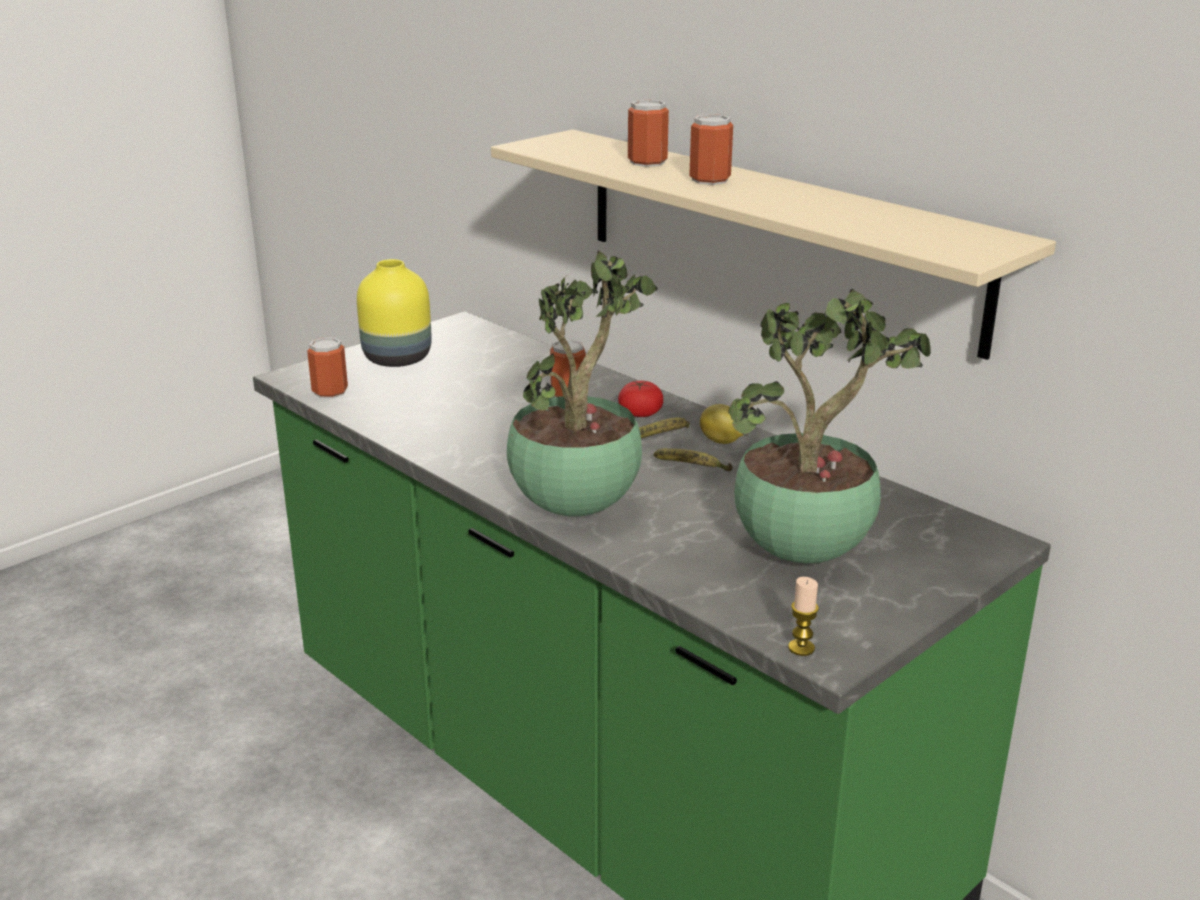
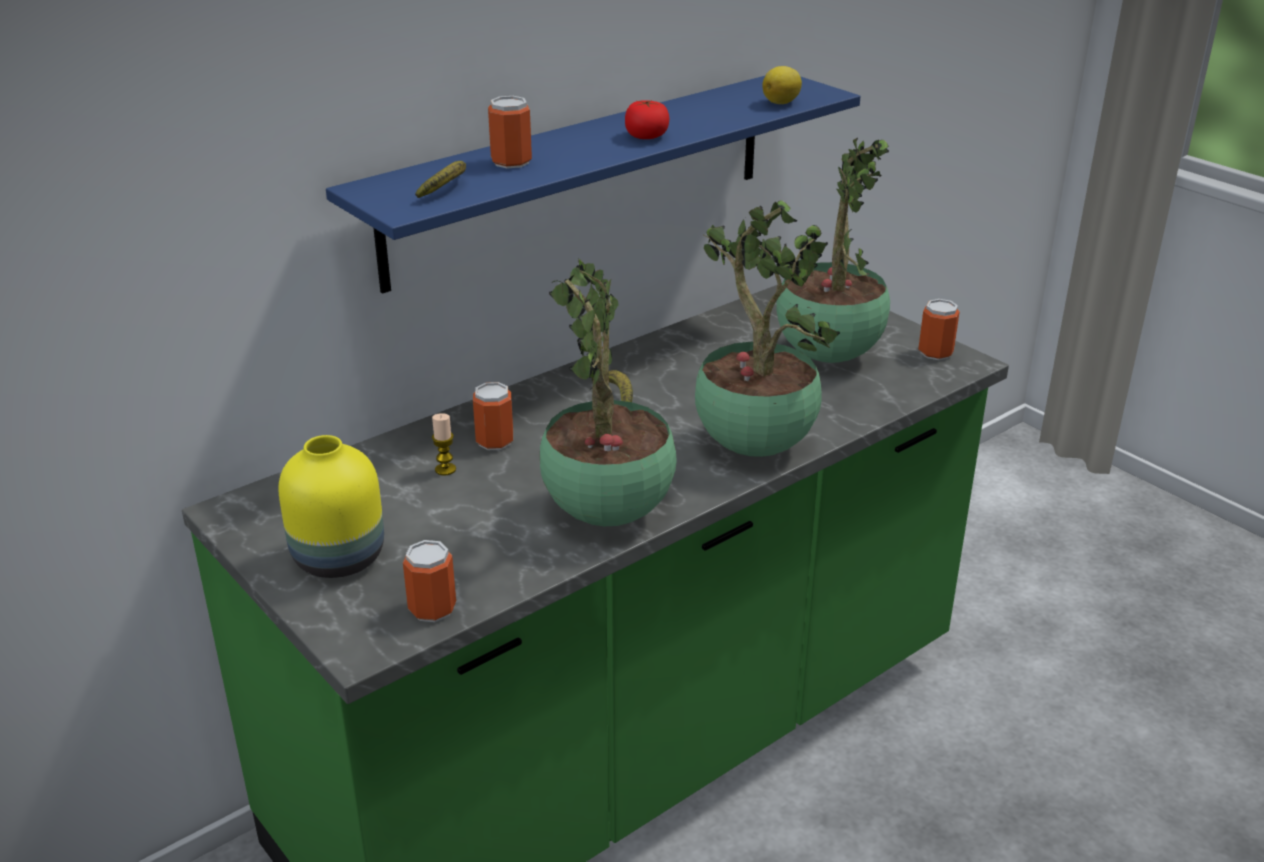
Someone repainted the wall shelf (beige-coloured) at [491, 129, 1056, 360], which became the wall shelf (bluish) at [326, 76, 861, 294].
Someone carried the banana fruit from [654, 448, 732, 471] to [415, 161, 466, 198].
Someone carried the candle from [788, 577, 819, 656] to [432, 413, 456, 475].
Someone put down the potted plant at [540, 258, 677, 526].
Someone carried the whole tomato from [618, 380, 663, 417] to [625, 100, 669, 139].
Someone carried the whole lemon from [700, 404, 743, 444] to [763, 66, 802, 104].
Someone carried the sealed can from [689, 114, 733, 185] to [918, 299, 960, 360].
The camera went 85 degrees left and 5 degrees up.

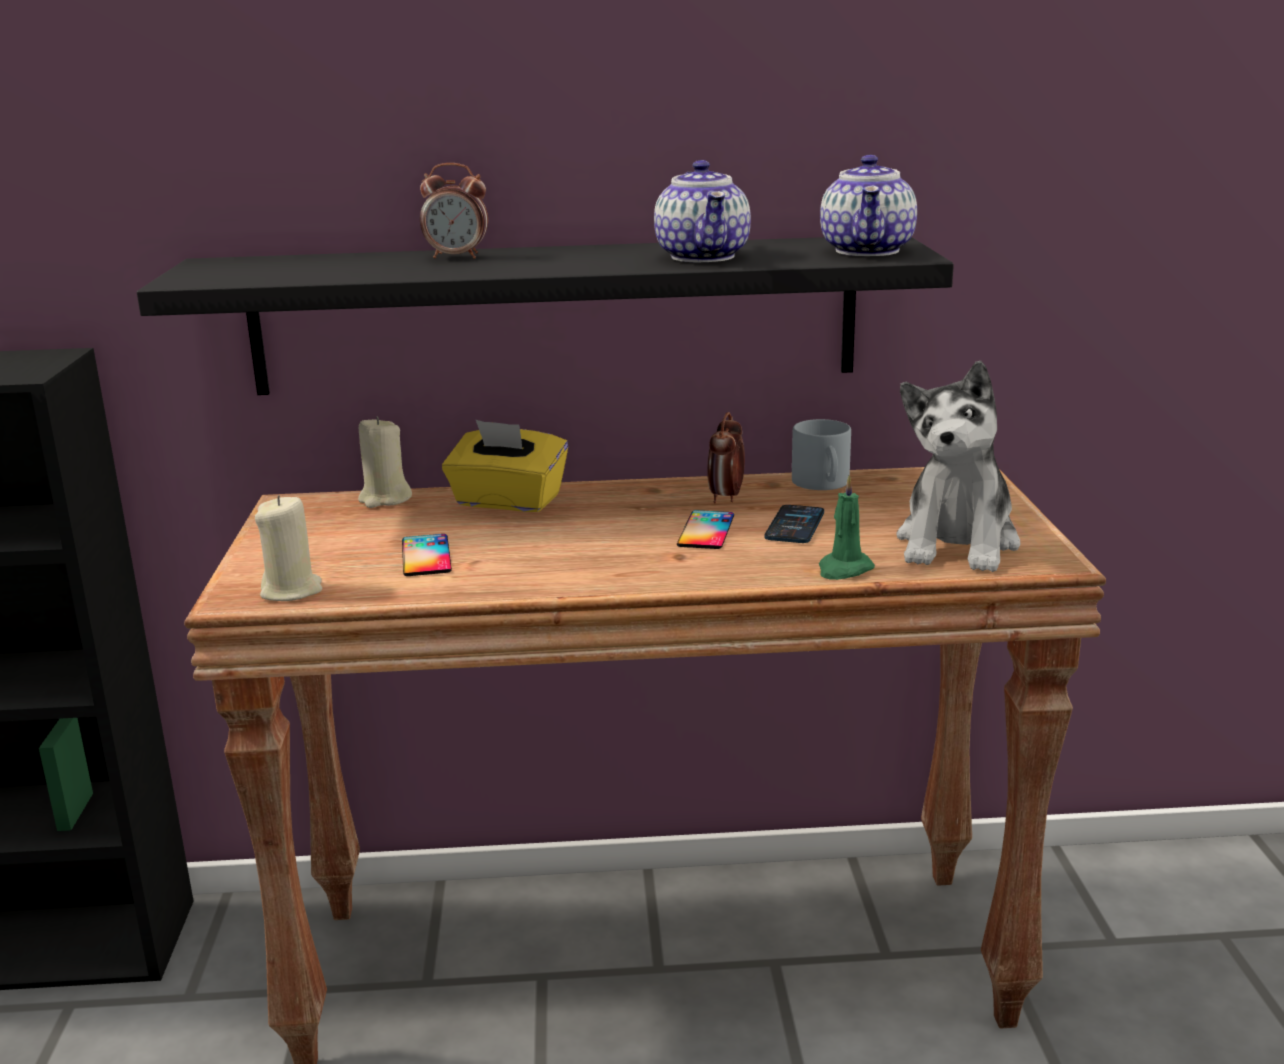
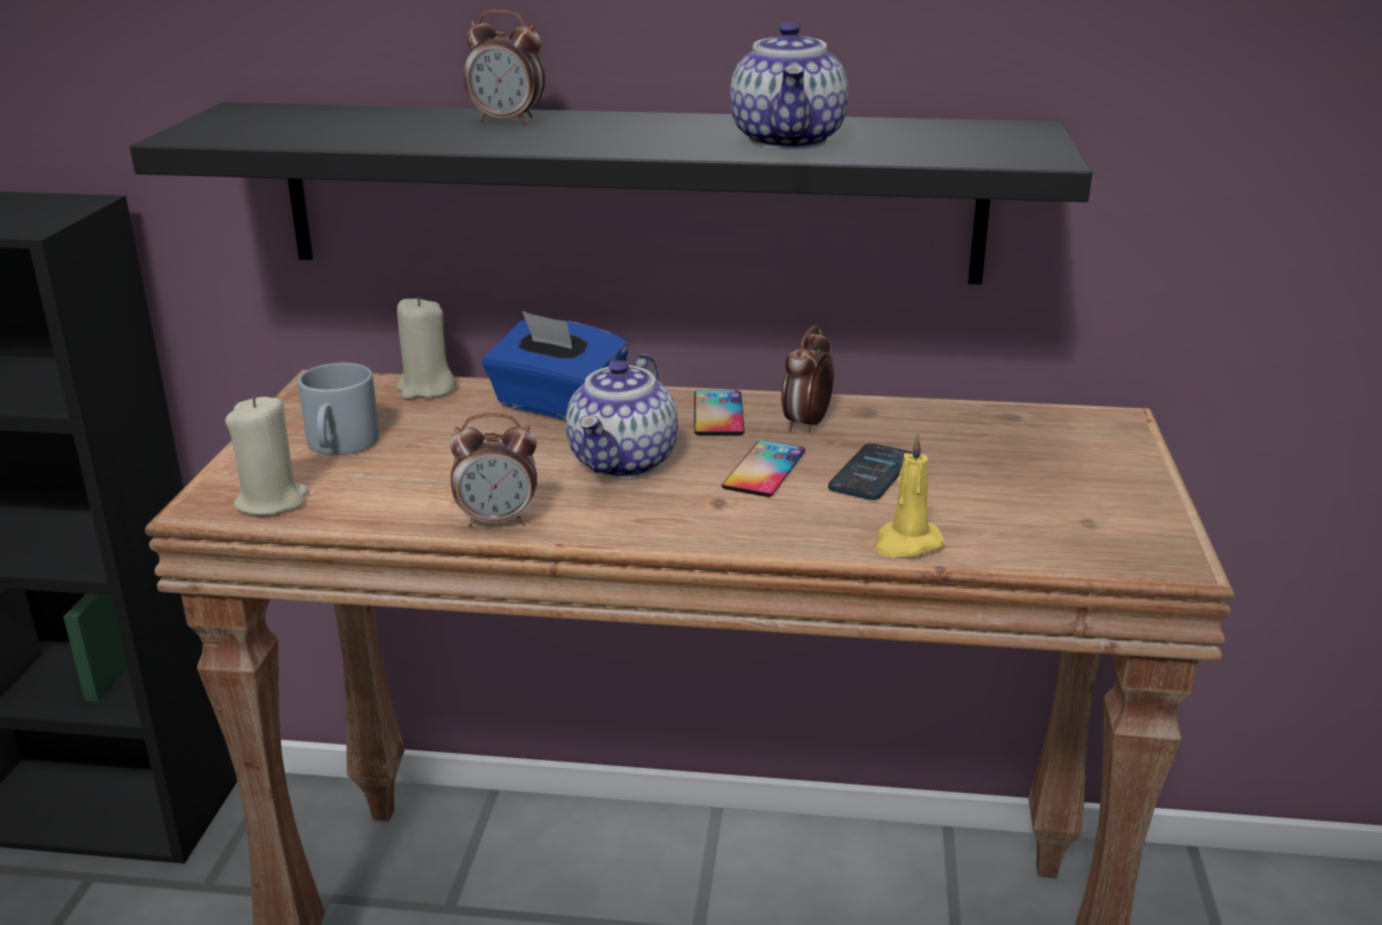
Someone carried the mug (gray) from [792, 419, 851, 490] to [298, 363, 380, 455].
Someone put down the bedside clock at [450, 413, 537, 528].
Someone repainted the box of tissues (yellow-coloured) at [442, 420, 568, 512], which became the box of tissues (bluish) at [482, 311, 629, 420].
Someone carried the teapot from [820, 155, 917, 256] to [566, 354, 678, 478].
Someone carried the telephone from [402, 534, 452, 576] to [694, 390, 745, 435].
Someone repainted the candle (green) at [819, 475, 875, 580], which became the candle (yellow-coloured) at [874, 433, 944, 558].
Someone took away the cuddly toy at [897, 361, 1020, 572].
The camera went 10 degrees right and 5 degrees up.

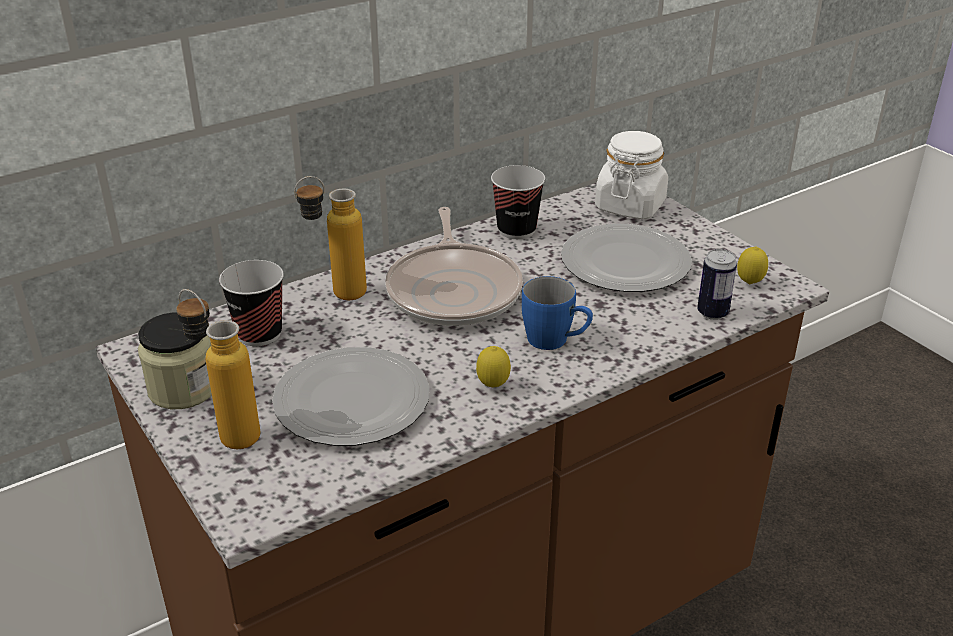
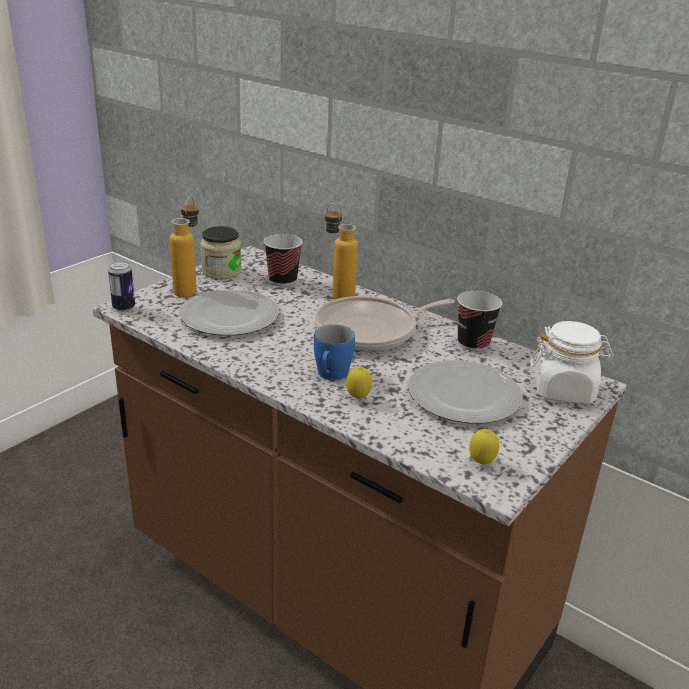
Someone carried the sealed can from [697, 249, 737, 320] to [108, 261, 135, 312].
Someone carried the whole lemon from [476, 346, 511, 388] to [346, 366, 372, 399].
The camera went 70 degrees right and 5 degrees down.

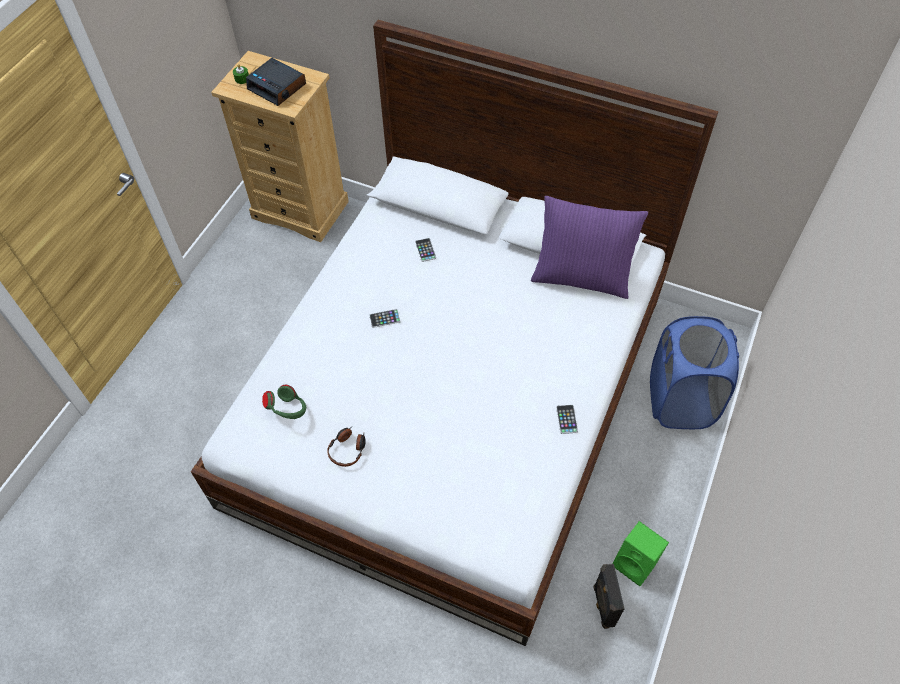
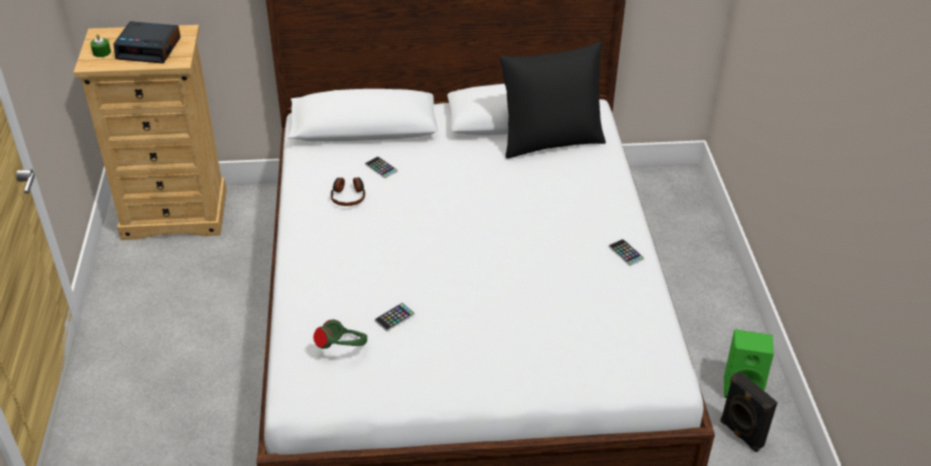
Someone carried the headset from [327, 427, 366, 467] to [331, 177, 365, 206].
Someone carried the telephone from [369, 309, 401, 328] to [375, 303, 415, 331].
Someone repainted the pillow (purple-coloured) at [531, 196, 648, 299], which became the pillow (black-coloured) at [499, 41, 606, 159].
Someone took away the laundry basket (bluish) at [650, 316, 739, 429].
The camera went 30 degrees left and 15 degrees down.

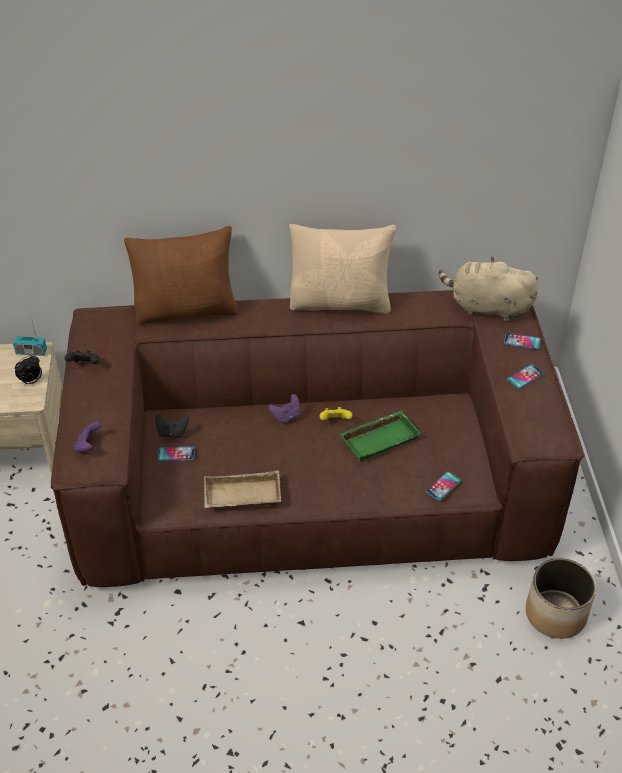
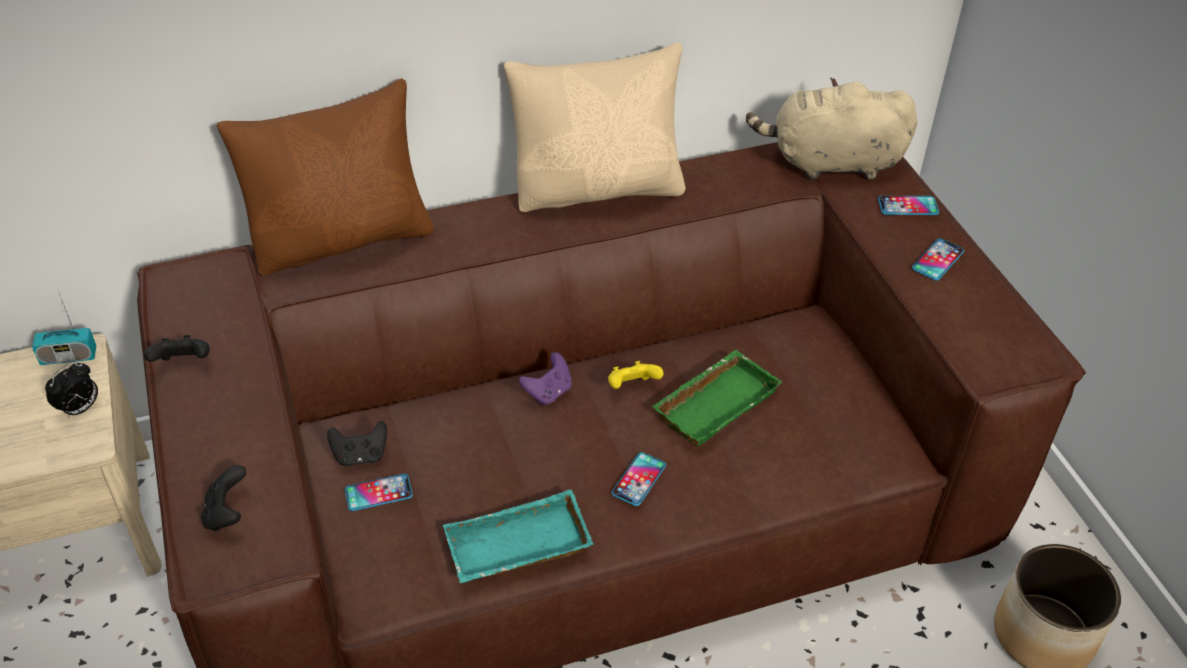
Someone repainted the game controller (purple-coloured) at [74, 422, 101, 453], which became the game controller (black-coloured) at [201, 465, 246, 531].
Someone repainted the serving tray (beige-coloured) at [204, 471, 281, 508], which became the serving tray (turquoise-coloured) at [443, 489, 594, 584].
Someone carried the telephone from [426, 472, 461, 501] to [612, 452, 666, 506].
The camera went 15 degrees left and 0 degrees up.

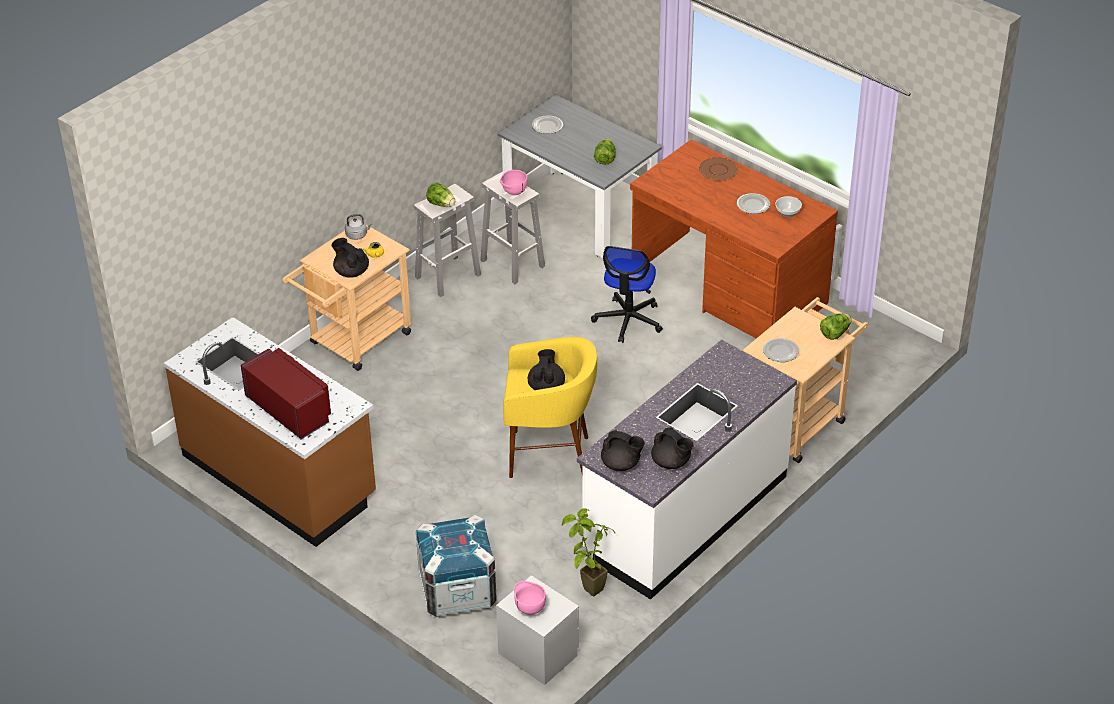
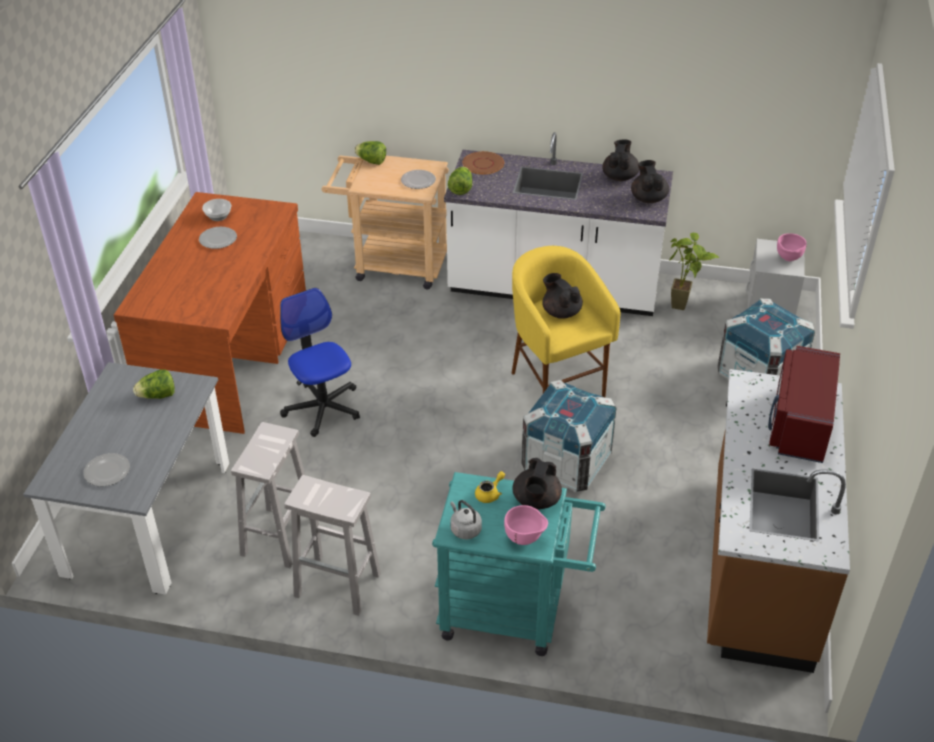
Someone rotated the computer chair at [591, 246, 663, 343] by 105 degrees counterclockwise.
Someone repainted the cart (beige-coloured) at [282, 225, 411, 371], which became the cart (turquoise-coloured) at [432, 472, 606, 656].
Someone carried the head of lettuce from [426, 182, 455, 207] to [448, 167, 472, 195].
Someone carried the dinner plate (brown) from [699, 157, 738, 181] to [462, 151, 504, 175].
Someone carried the serving bowl (pink) from [500, 170, 528, 196] to [504, 505, 548, 545].
Someone put down the packing crate at [521, 380, 616, 492].
Someone rotated the teapot (black-coloured) at [528, 349, 565, 390] by 75 degrees clockwise.
The camera went 120 degrees left and 0 degrees up.

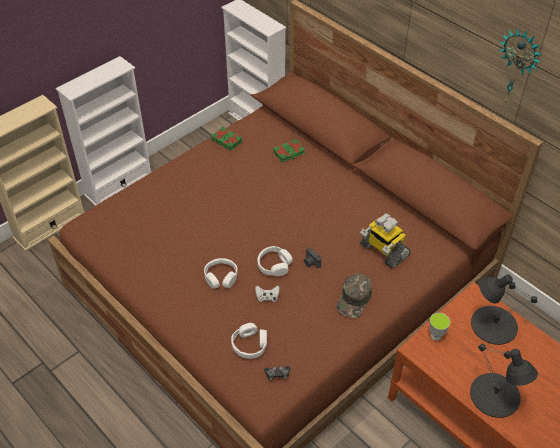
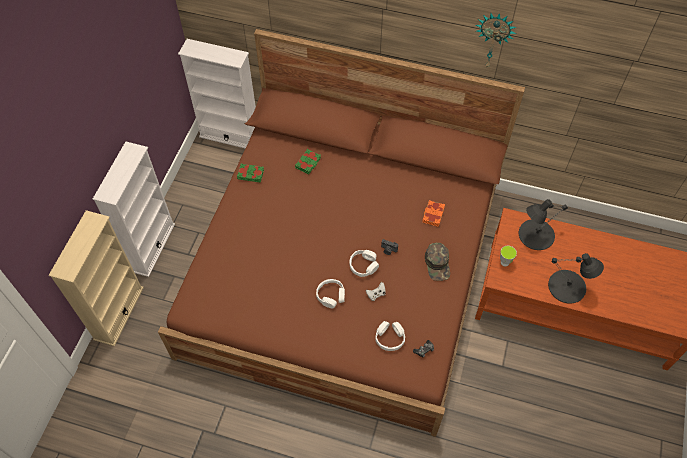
Someone swapped the model robot at [360, 213, 411, 269] for the book (orange-coloured) at [422, 200, 445, 227].
The camera went 30 degrees left and 10 degrees up.

